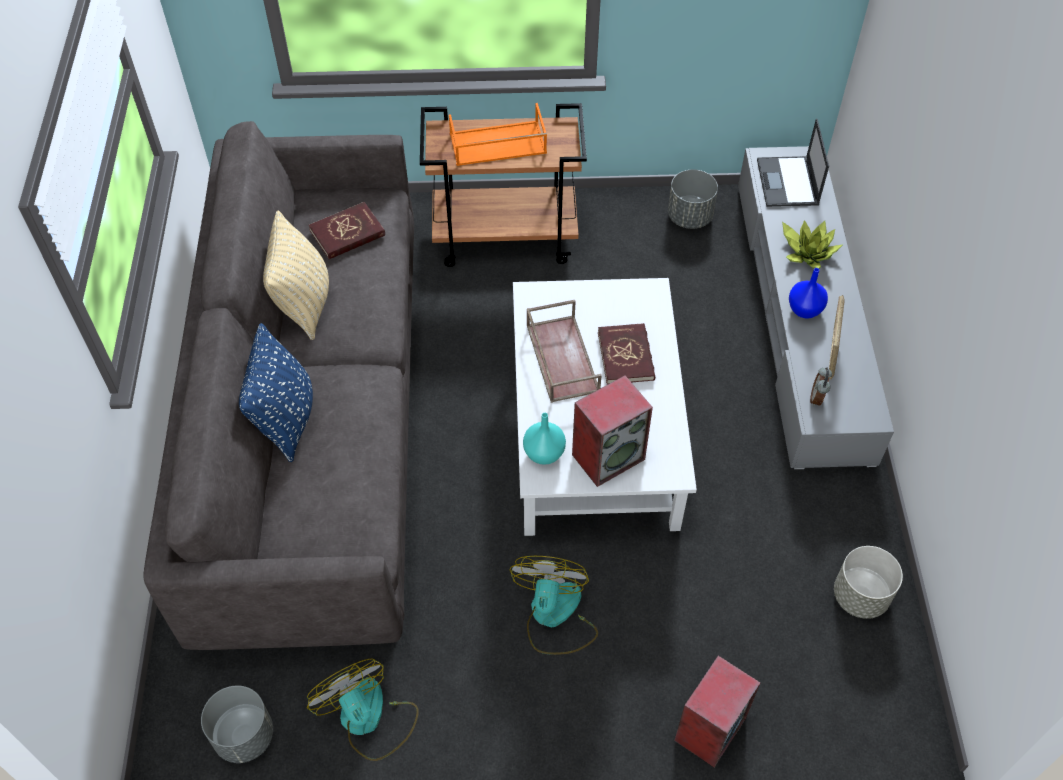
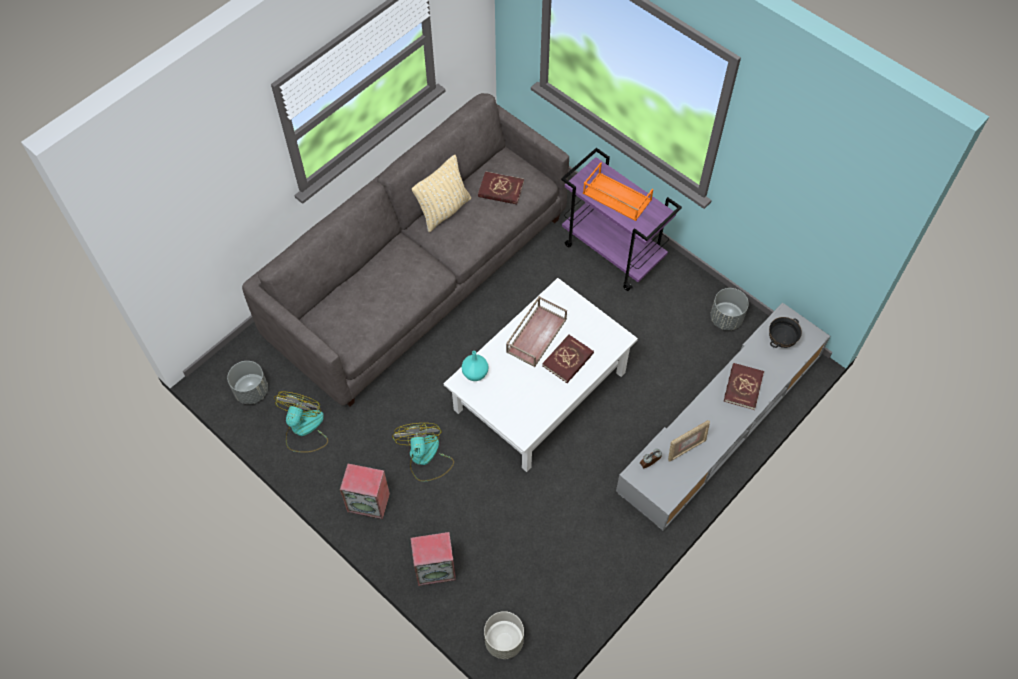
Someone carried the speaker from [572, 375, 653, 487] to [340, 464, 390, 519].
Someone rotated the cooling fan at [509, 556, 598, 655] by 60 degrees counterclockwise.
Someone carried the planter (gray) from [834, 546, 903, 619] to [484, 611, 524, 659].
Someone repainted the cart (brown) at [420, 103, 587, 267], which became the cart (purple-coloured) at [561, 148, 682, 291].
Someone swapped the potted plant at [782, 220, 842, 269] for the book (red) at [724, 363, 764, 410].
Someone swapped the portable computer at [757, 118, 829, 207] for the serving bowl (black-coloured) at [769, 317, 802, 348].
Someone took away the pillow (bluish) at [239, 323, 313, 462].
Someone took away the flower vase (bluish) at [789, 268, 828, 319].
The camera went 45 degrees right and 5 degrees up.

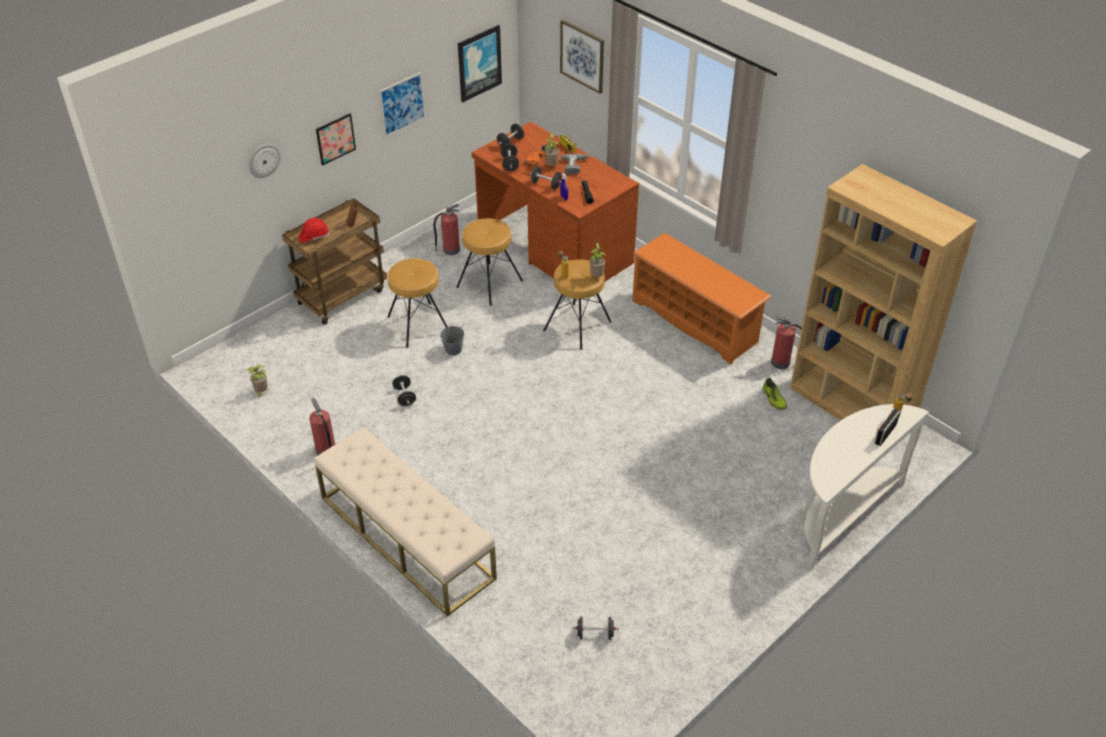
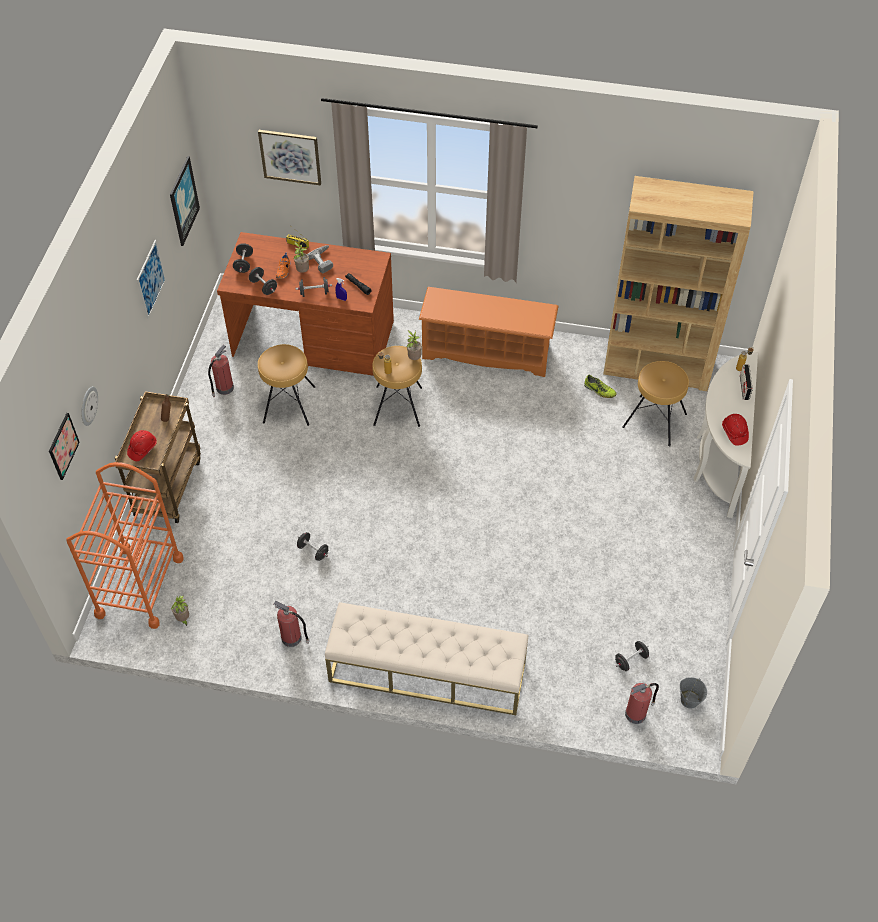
Someone carried the wall picture from [316, 114, 356, 165] to [49, 413, 80, 480].
Someone put down the cart (orange-coloured) at [66, 462, 183, 629].
Someone carried the stool seat (brown) from [387, 258, 448, 348] to [622, 361, 689, 446].
Someone carried the extinguisher from [771, 316, 802, 369] to [625, 683, 659, 724].
Someone carried the water bucket (gray) from [440, 323, 464, 355] to [680, 677, 707, 709].
Someone put down the safety helmet (red) at [722, 414, 749, 446].
The camera went 35 degrees left and 10 degrees up.

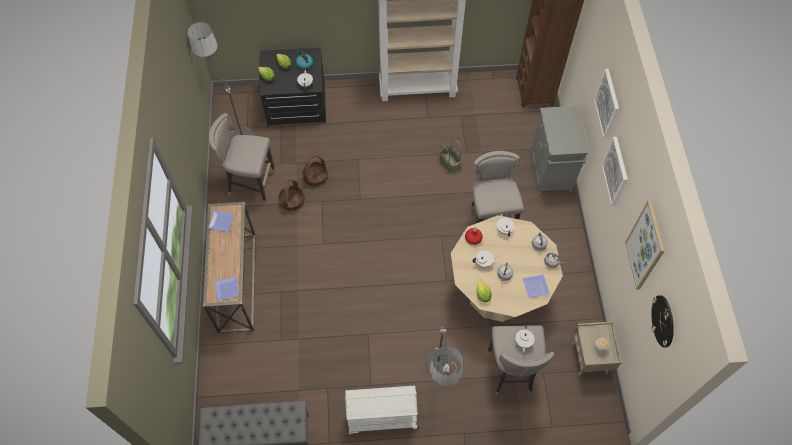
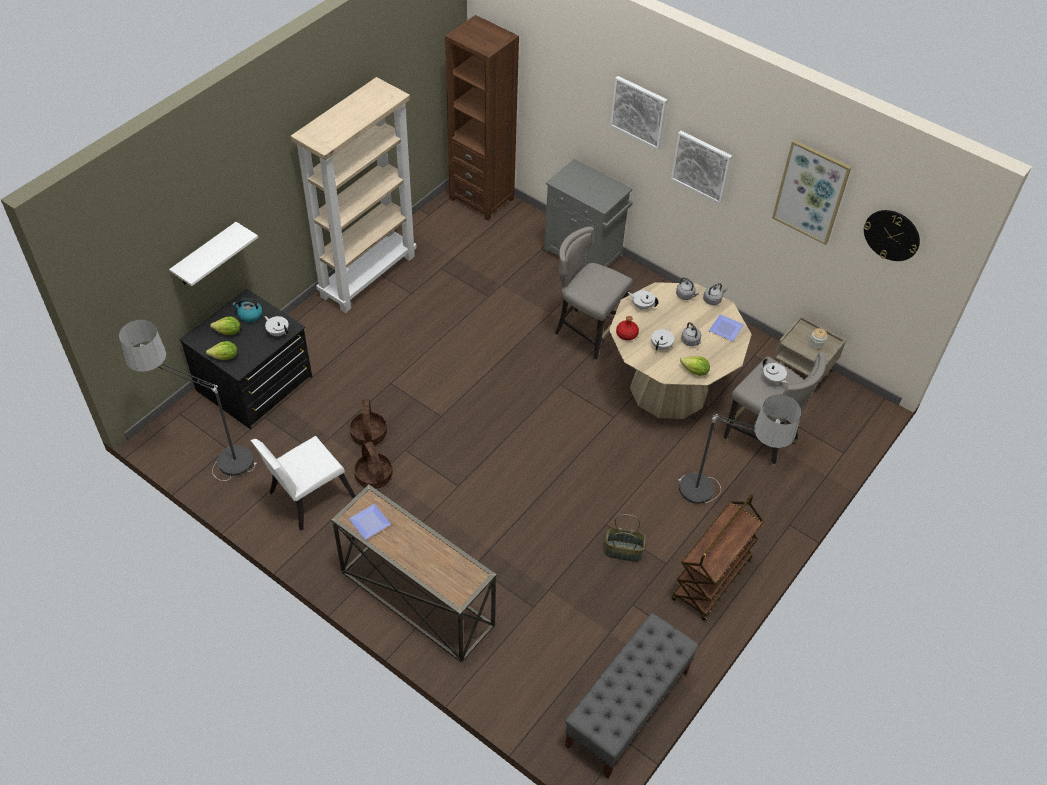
Someone put up the wall shelf (white) at [169, 222, 258, 286].
Someone swapped the stool seat (gray) at [209, 113, 275, 204] for the chair (white) at [251, 436, 356, 531].
Someone carried the household basket from [440, 139, 462, 173] to [605, 514, 646, 562].
Someone repainted the cart (white) at [345, 386, 419, 435], which became the cart (brown) at [672, 495, 764, 621].
Someone took away the dinner plate at [215, 277, 239, 301].
The camera went 50 degrees left and 10 degrees down.

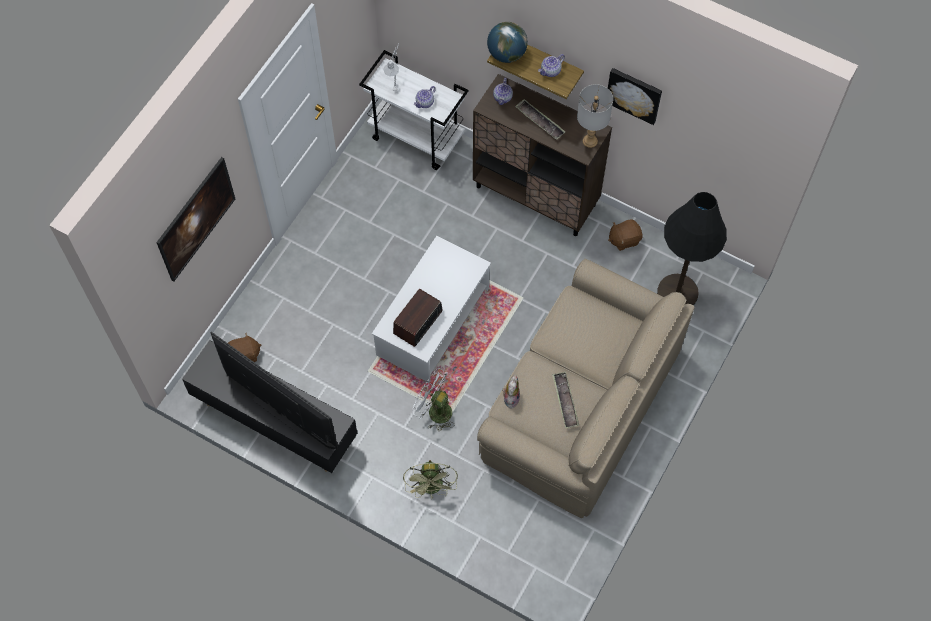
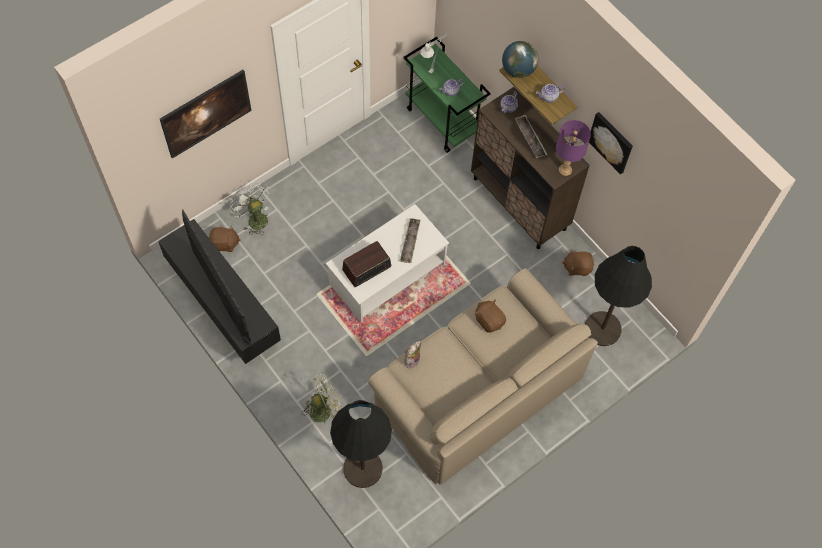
Someone carried the cooling fan (white) from [412, 368, 454, 431] to [230, 182, 270, 235].
Someone rotated the cooling fan (green) at [403, 460, 458, 499] by 135 degrees counterclockwise.
Someone put down the floor lamp (black-coloured) at [330, 400, 392, 488].
Someone carried the serving tray from [552, 372, 579, 428] to [400, 218, 420, 263].
Someone repainted the cart (white) at [359, 50, 468, 170], which became the cart (green) at [403, 37, 491, 153].
Someone put down the cuddly toy (brown) at [475, 299, 506, 333].
Someone repainted the table lamp (gray) at [577, 84, 613, 148], which became the table lamp (purple-coloured) at [556, 120, 591, 176].
The camera went 20 degrees right and 0 degrees up.

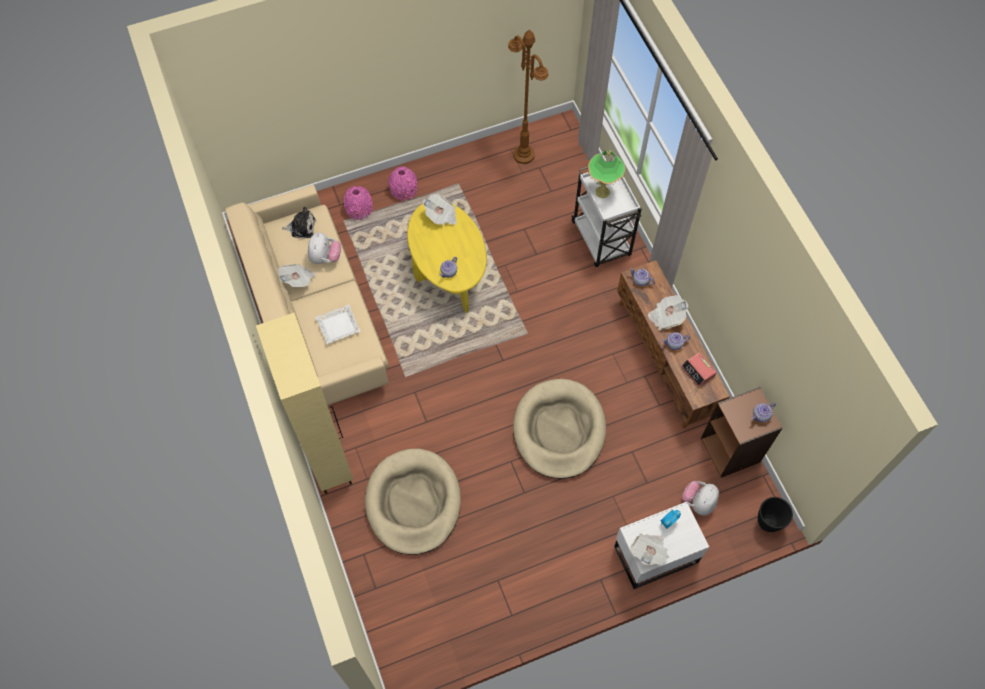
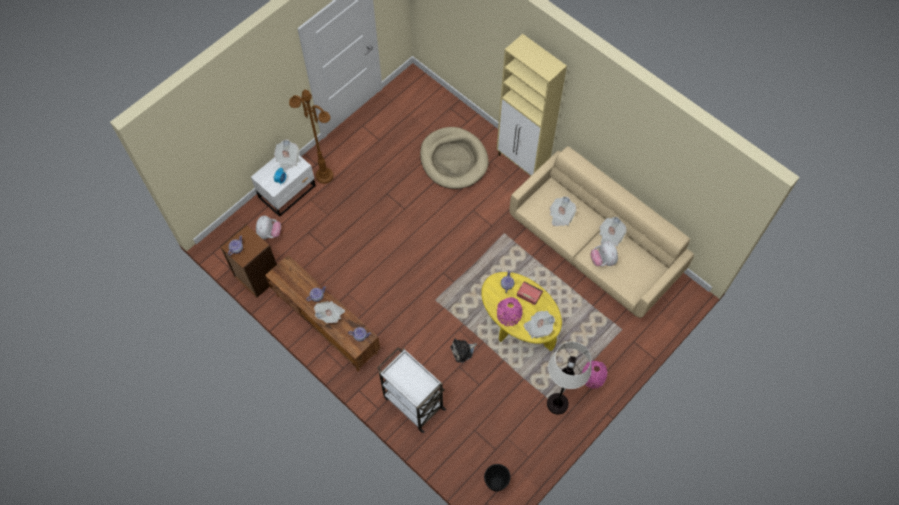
Someone carried the floor lamp (brown) from [508, 29, 549, 164] to [289, 90, 333, 184].
Someone carried the cuddly toy from [282, 207, 316, 238] to [450, 338, 477, 363].
Someone carried the planter (black-coloured) from [758, 497, 793, 532] to [484, 464, 511, 492].
Someone carried the flower vase (pink) from [344, 186, 373, 220] to [497, 297, 523, 326].
Someone carried the bedside clock from [681, 352, 717, 387] to [517, 282, 543, 305].
Someone put down the floor lamp (white) at [547, 342, 591, 414].
Someone swapped the serving tray (white) at [315, 305, 360, 344] for the printed paper at [550, 196, 577, 226].
Someone took away the dog bed (beige-coloured) at [513, 379, 606, 479].
Someone took away the table lamp at [588, 150, 625, 198].
The camera went 155 degrees right and 0 degrees up.

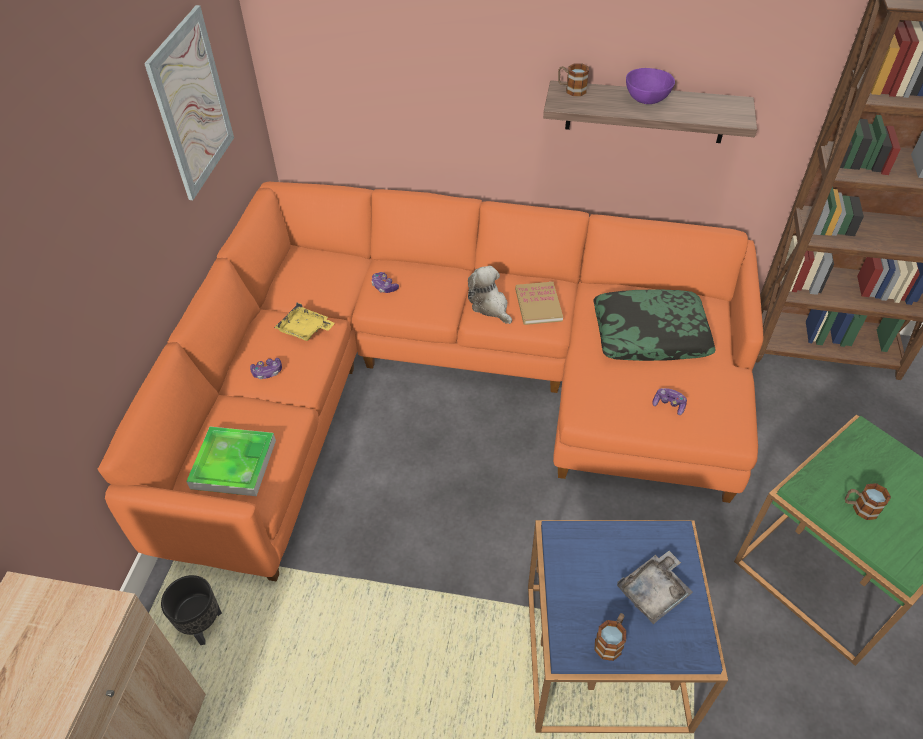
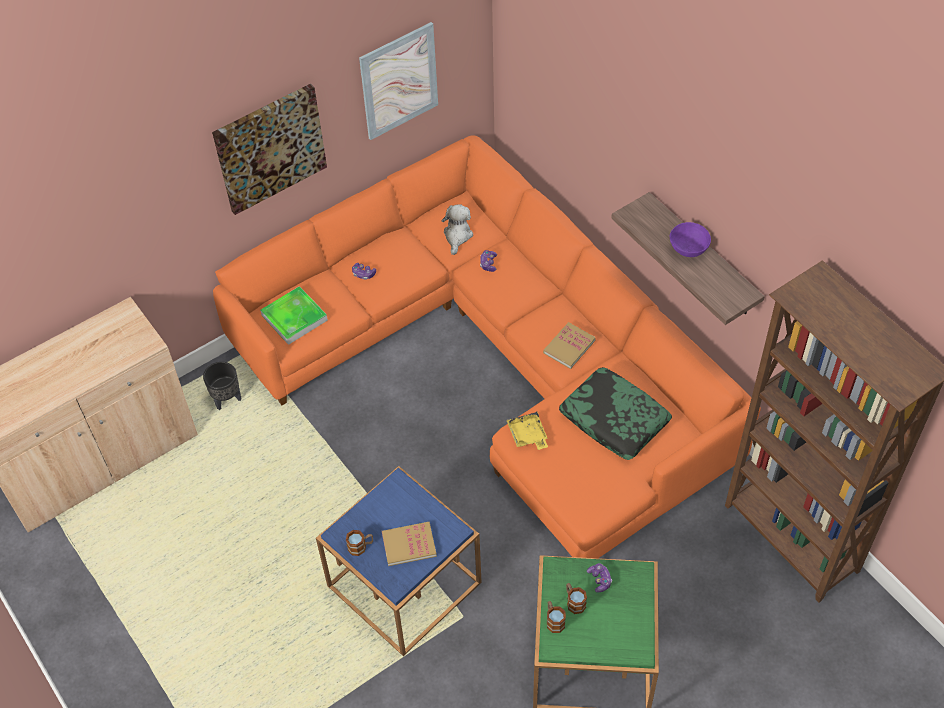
Someone put up the wall picture at [212, 84, 327, 215].
Someone swapped the serving tray (gray) at [617, 551, 693, 624] for the book at [382, 522, 437, 566].
Someone carried the cuddly toy from [468, 266, 512, 324] to [441, 204, 473, 255].
Someone carried the serving tray (yellow-coloured) from [274, 302, 335, 341] to [506, 411, 548, 450].
Someone carried the mug from [558, 63, 589, 96] to [547, 601, 566, 633].
Someone carried the game controller from [652, 388, 687, 415] to [587, 563, 612, 593].
The camera went 45 degrees right and 5 degrees up.

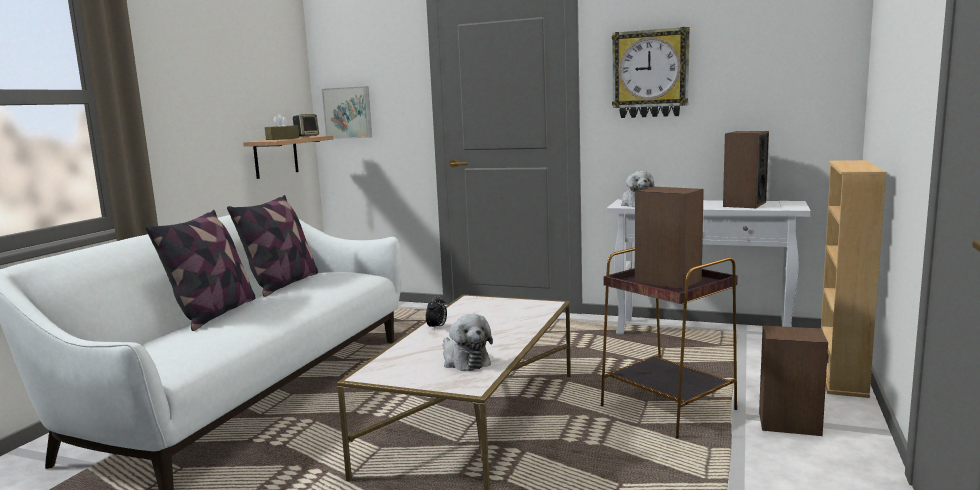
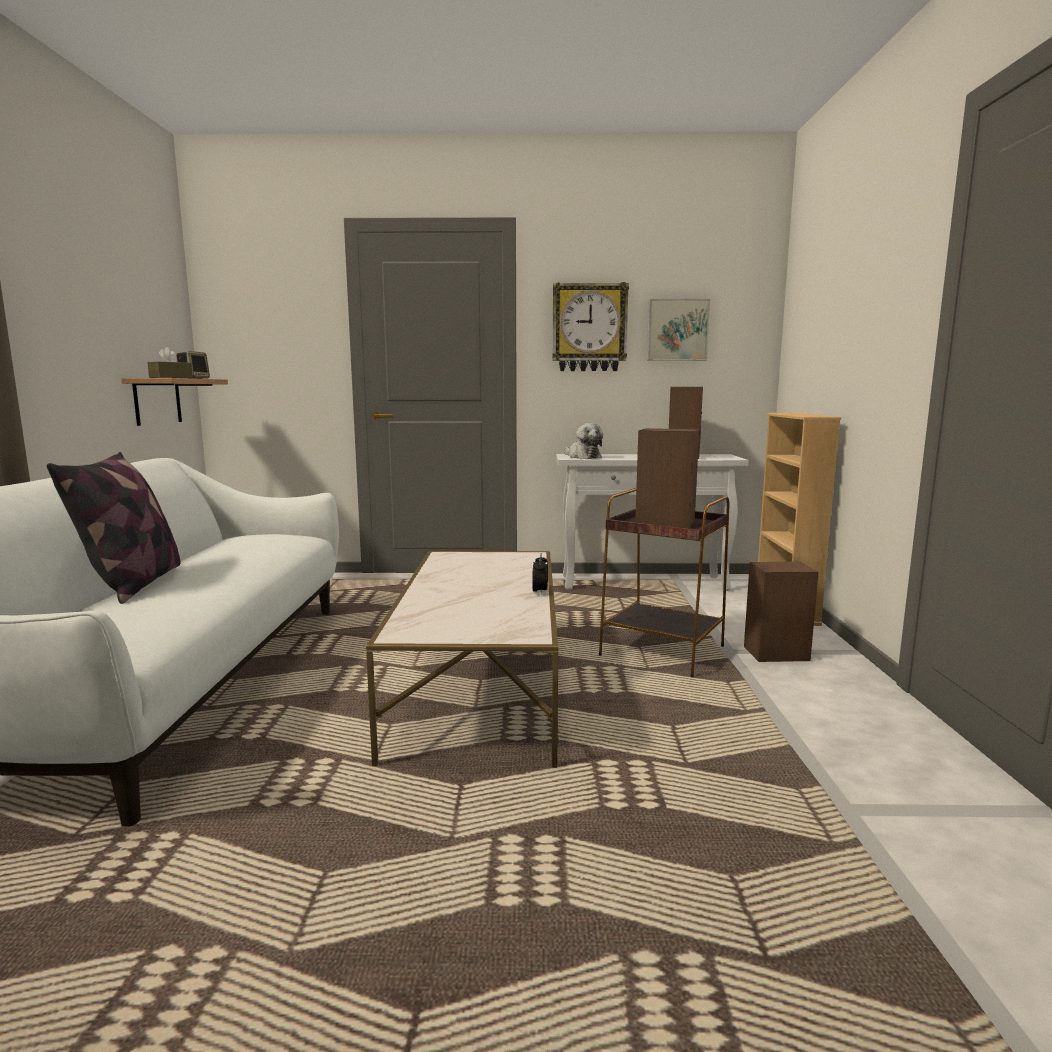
Someone carried the bedside clock from [426, 295, 447, 330] to [532, 553, 548, 594].
Someone carried the wall picture from [322, 86, 372, 139] to [647, 299, 710, 361].
Someone took away the pillow at [227, 195, 318, 297].
Someone took away the cuddly toy at [443, 314, 493, 371].
The camera went 20 degrees left and 0 degrees up.

